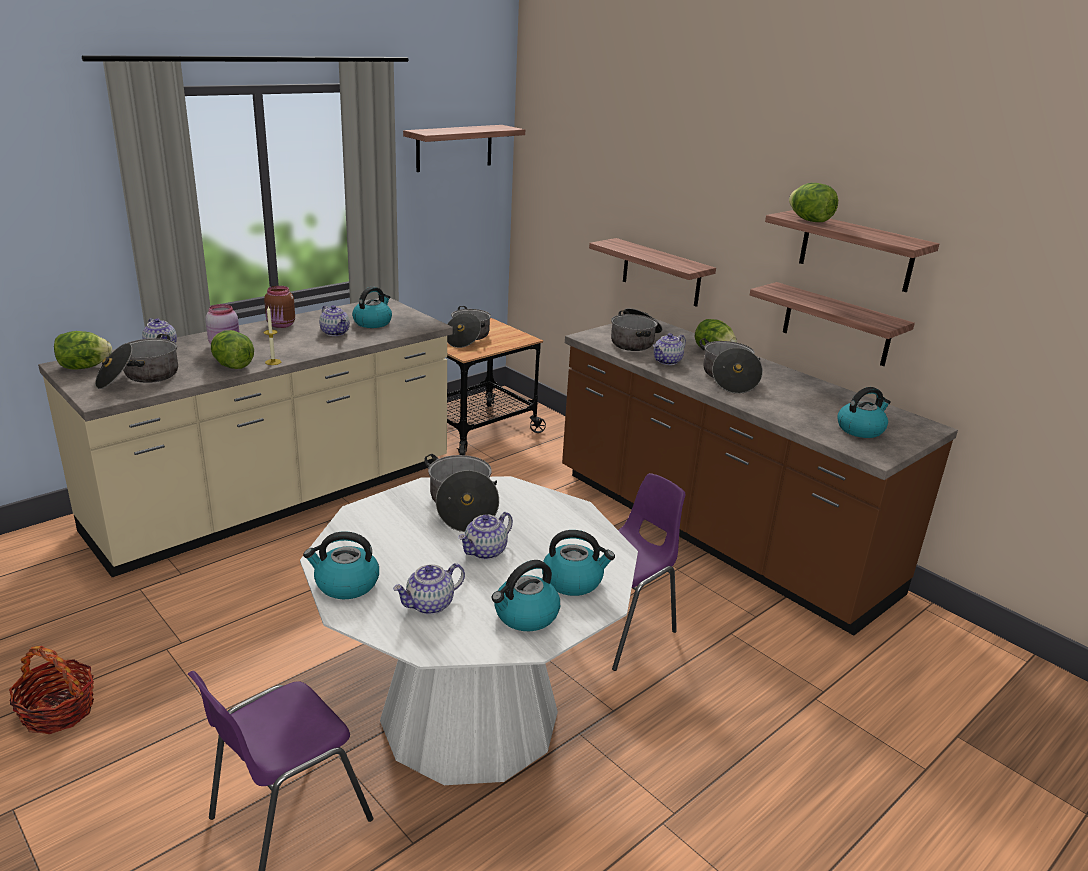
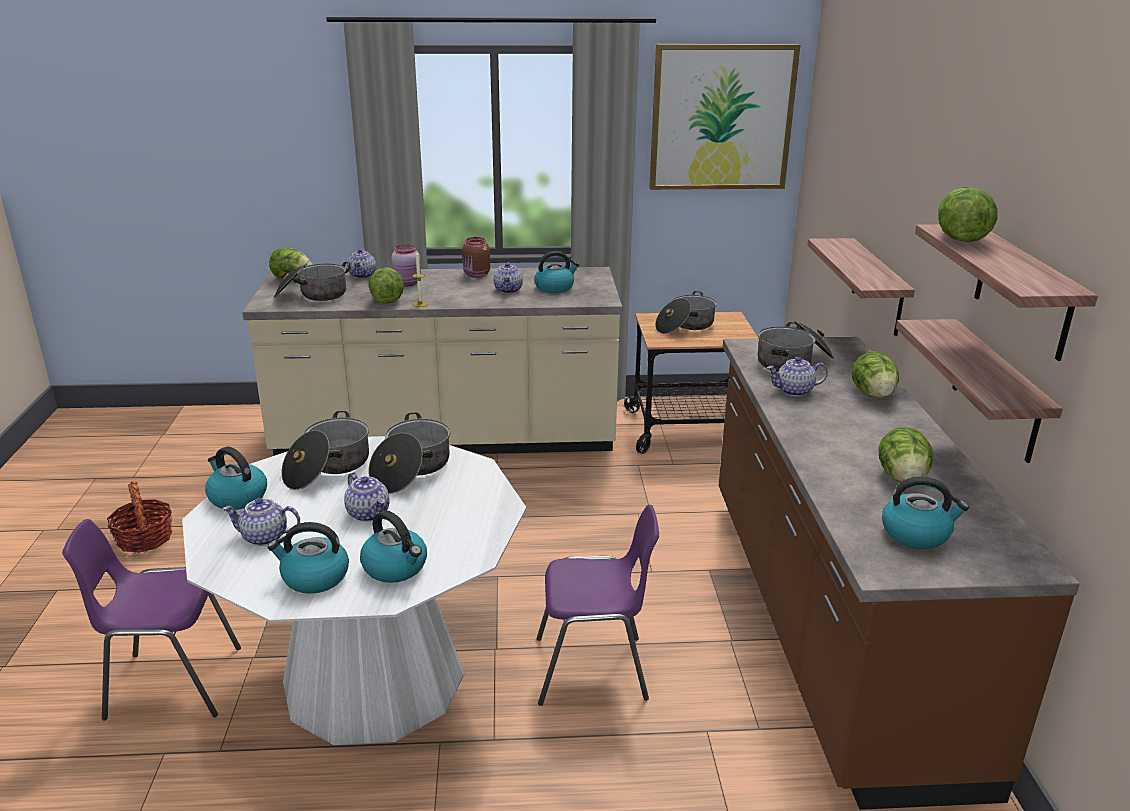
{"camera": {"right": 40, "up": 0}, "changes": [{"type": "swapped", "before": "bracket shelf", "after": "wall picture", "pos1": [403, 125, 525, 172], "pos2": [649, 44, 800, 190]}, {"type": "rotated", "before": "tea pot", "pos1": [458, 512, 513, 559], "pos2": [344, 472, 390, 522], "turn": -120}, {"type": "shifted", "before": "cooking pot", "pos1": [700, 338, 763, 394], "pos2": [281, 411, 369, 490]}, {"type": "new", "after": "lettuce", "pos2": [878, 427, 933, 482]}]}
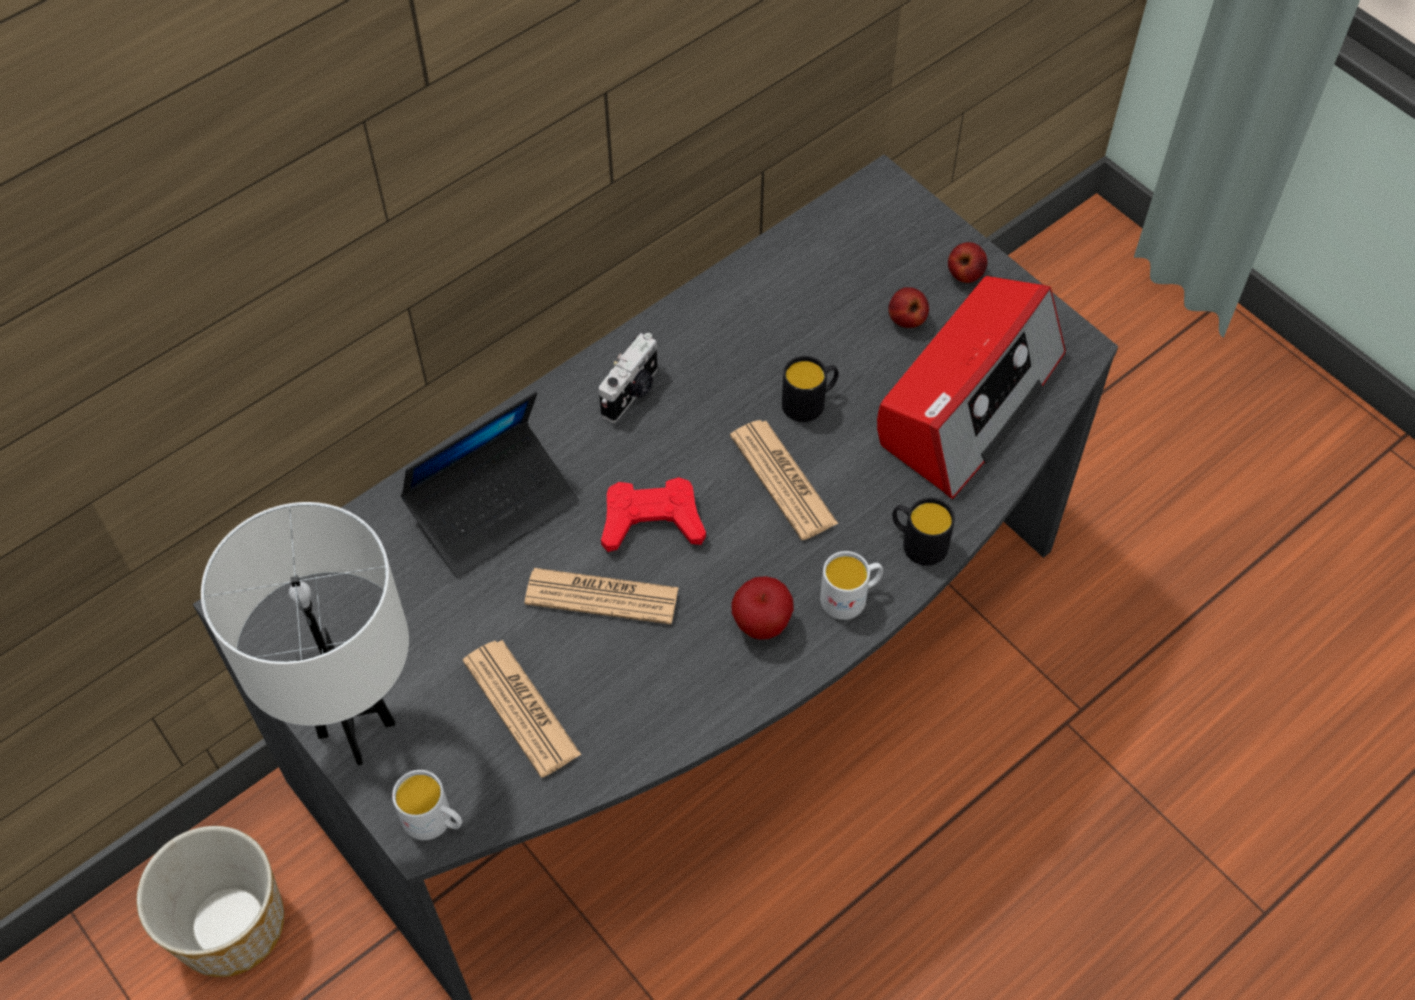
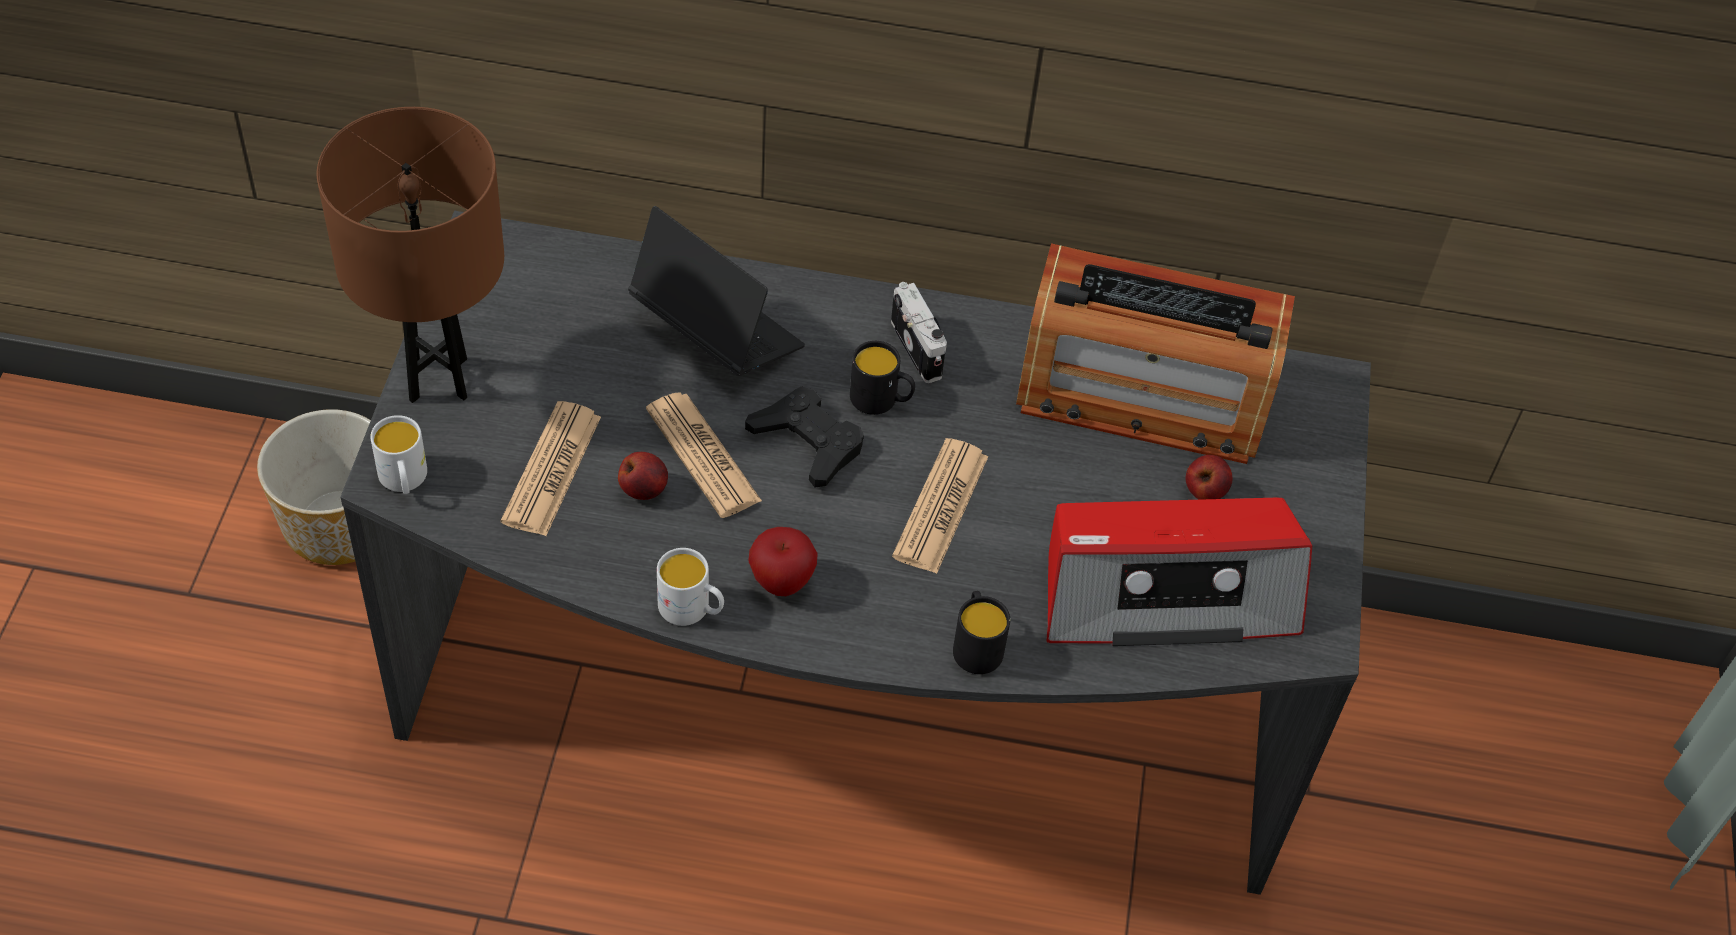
{"camera": {"right": 45, "up": -5}, "changes": [{"type": "repainted", "before": "table lamp (white)", "after": "table lamp (brown-coloured)", "pos1": [201, 502, 409, 765], "pos2": [317, 107, 504, 403]}, {"type": "rotated", "before": "laptop", "pos1": [401, 392, 579, 578], "pos2": [628, 206, 805, 376], "turn": -150}, {"type": "rotated", "before": "still camera", "pos1": [599, 333, 658, 423], "pos2": [891, 282, 947, 383], "turn": -105}, {"type": "repainted", "before": "game controller (red-coloured)", "after": "game controller (black)", "pos1": [601, 477, 706, 552], "pos2": [745, 386, 864, 488]}, {"type": "shifted", "before": "tea mug (black)", "pos1": [782, 356, 839, 422], "pos2": [850, 341, 915, 415]}, {"type": "shifted", "before": "tea mug (white)", "pos1": [820, 551, 883, 620], "pos2": [657, 548, 724, 626]}, {"type": "shifted", "before": "whole apple", "pos1": [948, 242, 988, 283], "pos2": [618, 452, 668, 500]}, {"type": "new", "after": "radio", "pos2": [1016, 243, 1295, 464]}]}
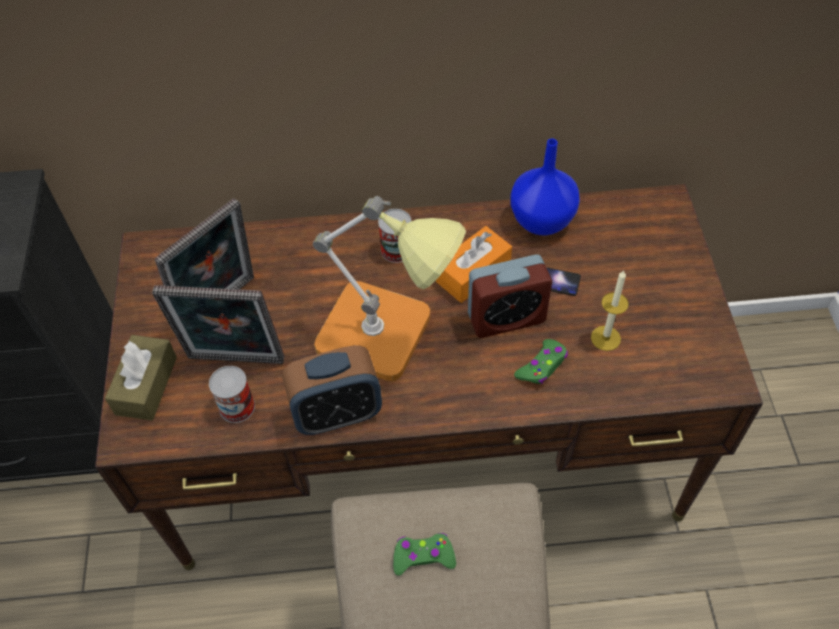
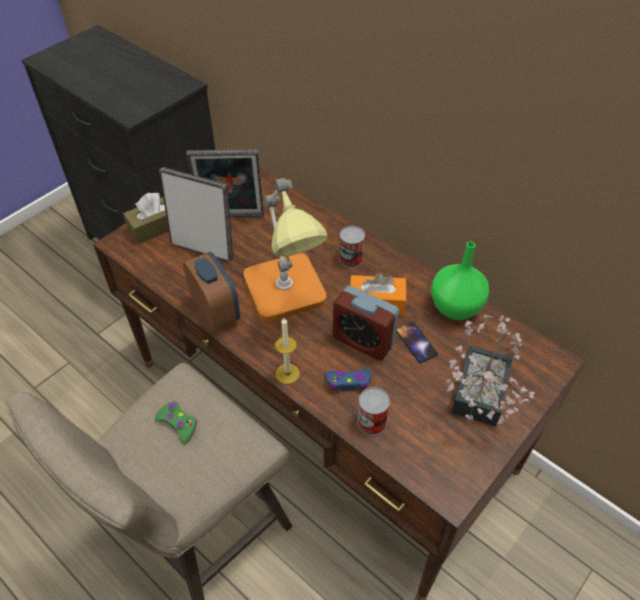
{"camera": {"right": 45, "up": -5}, "changes": [{"type": "rotated", "before": "picture frame", "pos1": [152, 285, 284, 364], "pos2": [159, 167, 233, 262], "turn": 150}, {"type": "shifted", "before": "sealed can", "pos1": [209, 366, 255, 423], "pos2": [357, 387, 390, 435]}, {"type": "rotated", "before": "table clock", "pos1": [282, 345, 382, 435], "pos2": [183, 252, 240, 331], "turn": -150}, {"type": "repainted", "before": "vase (blue-coloured)", "after": "vase (green)", "pos1": [510, 139, 580, 235], "pos2": [431, 242, 489, 320]}, {"type": "repainted", "before": "game controller (green)", "after": "game controller (blue-coloured)", "pos1": [514, 339, 568, 384], "pos2": [325, 369, 371, 391]}, {"type": "shifted", "before": "wax light", "pos1": [591, 270, 629, 351], "pos2": [275, 318, 300, 384]}, {"type": "new", "after": "plant in a pot", "pos2": [446, 315, 535, 426]}]}
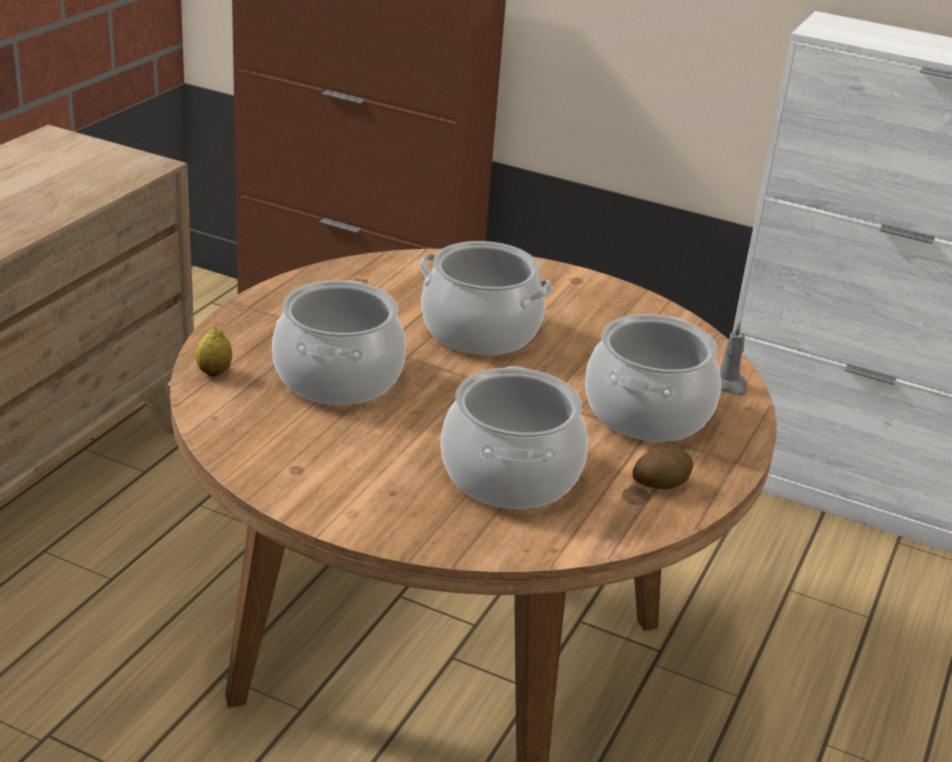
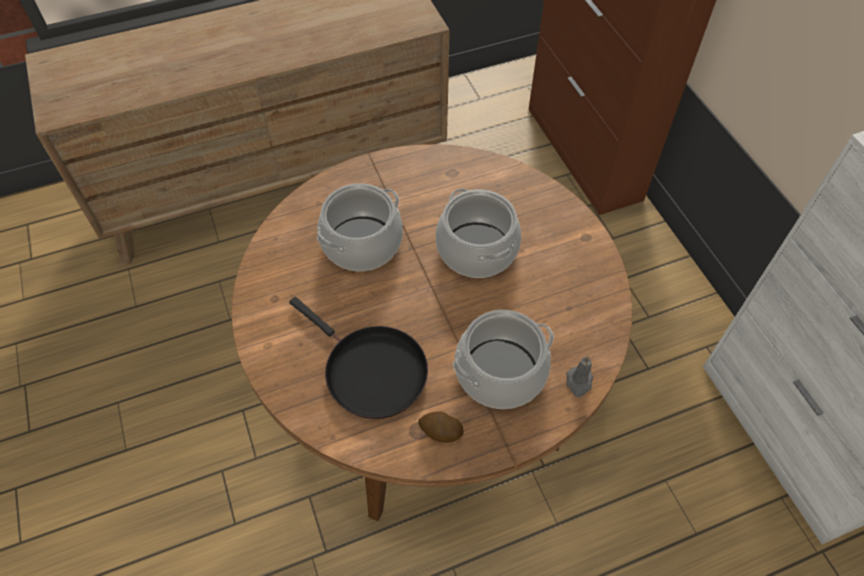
{"camera": {"right": 45, "up": 25}, "changes": [{"type": "gone", "before": "lemon", "pos1": [195, 327, 232, 377]}, {"type": "swapped", "before": "cooking pot", "after": "pan (black)", "pos1": [441, 366, 588, 509], "pos2": [289, 297, 428, 419]}]}
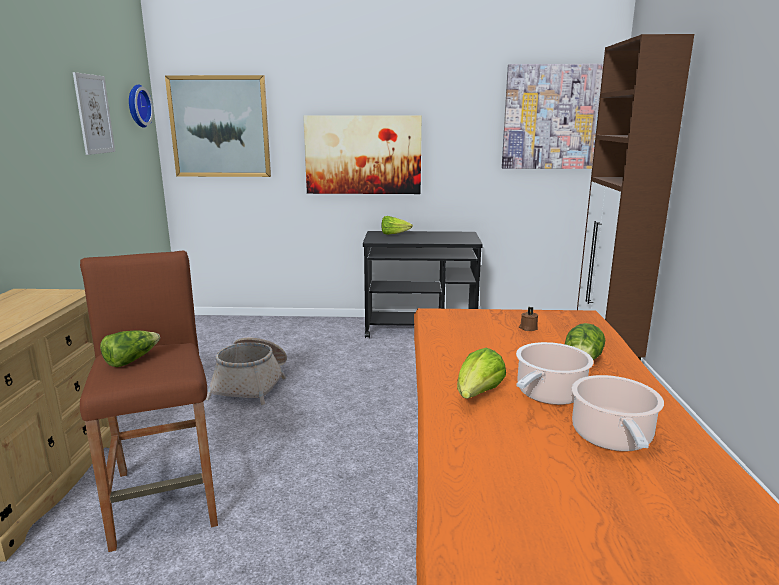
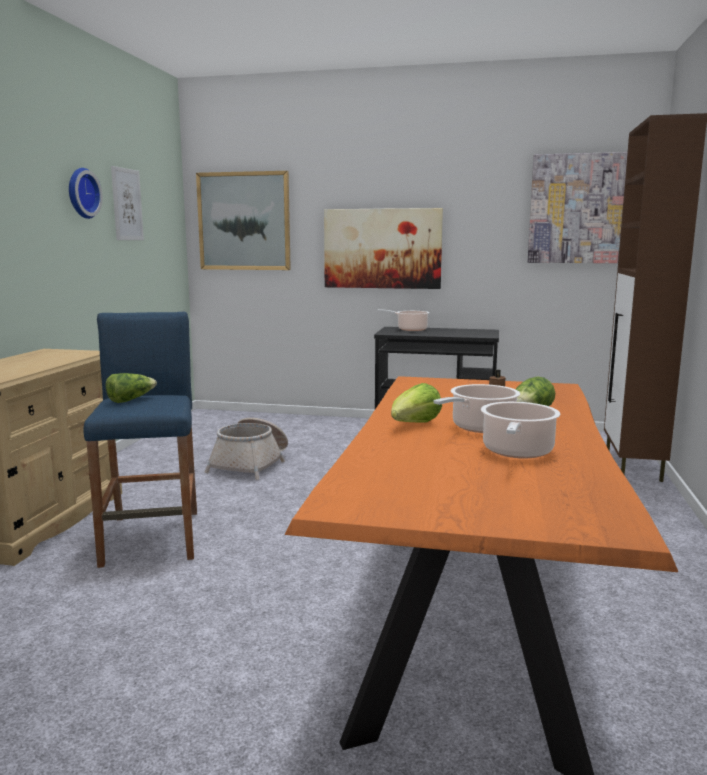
{"camera": {"right": 10, "up": -5}, "changes": [{"type": "repainted", "before": "stool (brown-coloured)", "after": "stool (blue-coloured)", "pos1": [80, 250, 218, 552], "pos2": [83, 312, 197, 568]}, {"type": "shifted", "before": "clock on the wall", "pos1": [129, 85, 153, 128], "pos2": [69, 168, 103, 219]}, {"type": "swapped", "before": "lettuce", "after": "cooking pot", "pos1": [382, 216, 413, 235], "pos2": [377, 309, 429, 331]}]}
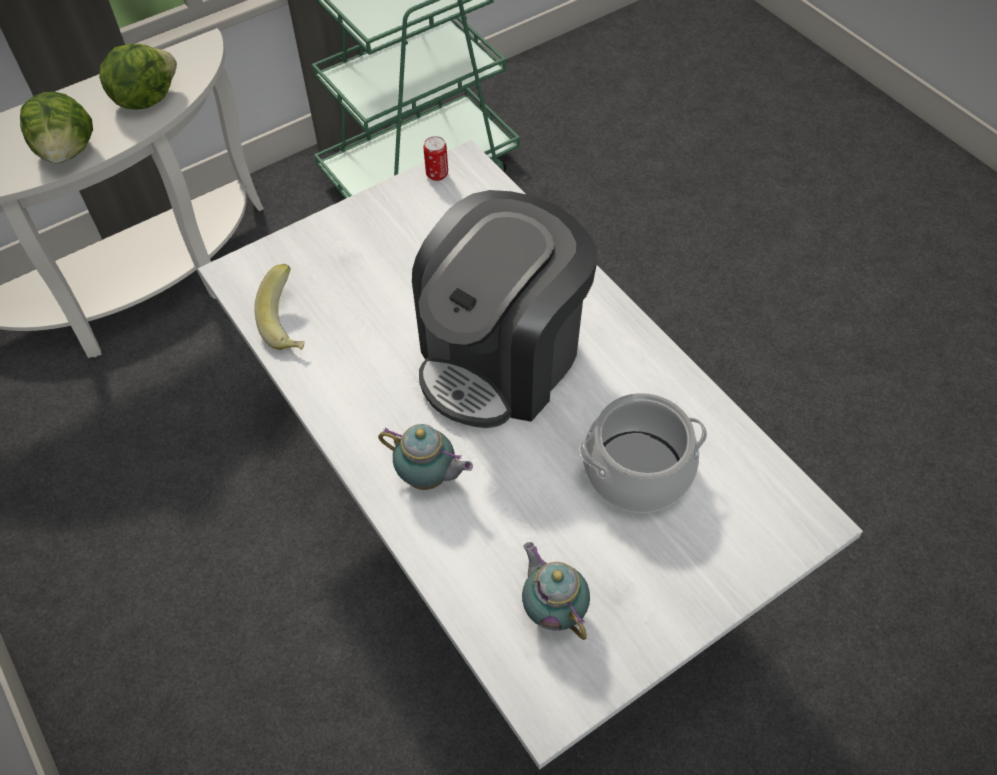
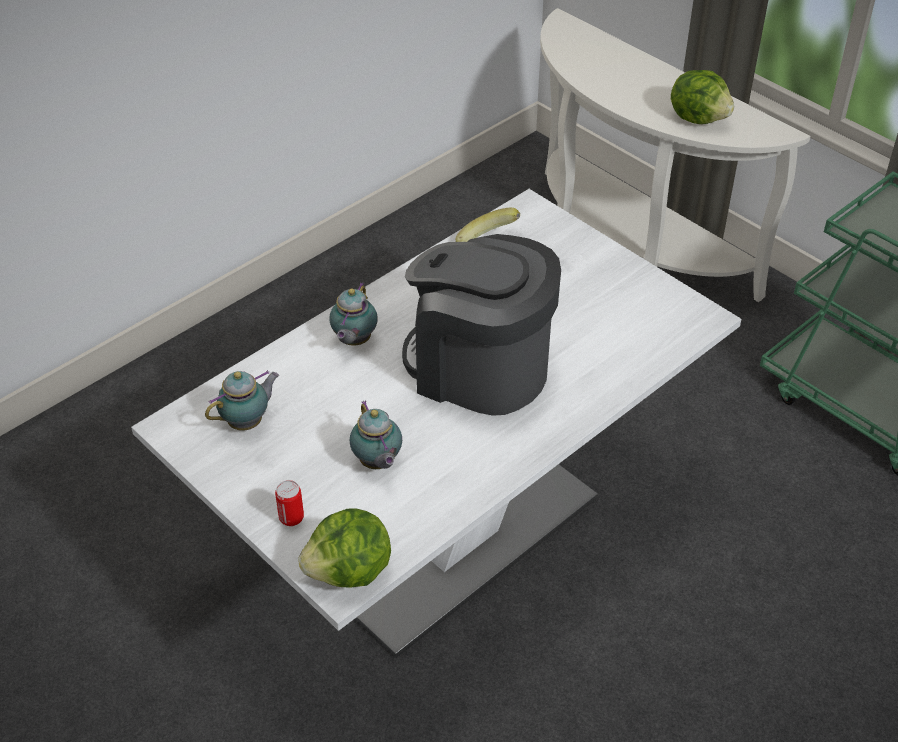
{"camera": {"right": 80, "up": -10}, "changes": [{"type": "shifted", "before": "lettuce", "pos1": [20, 92, 93, 163], "pos2": [298, 508, 391, 588]}, {"type": "shifted", "before": "sealed can", "pos1": [423, 136, 448, 181], "pos2": [275, 480, 304, 526]}, {"type": "swapped", "before": "cooking pot", "after": "tea pot", "pos1": [579, 393, 707, 513], "pos2": [350, 400, 402, 469]}]}
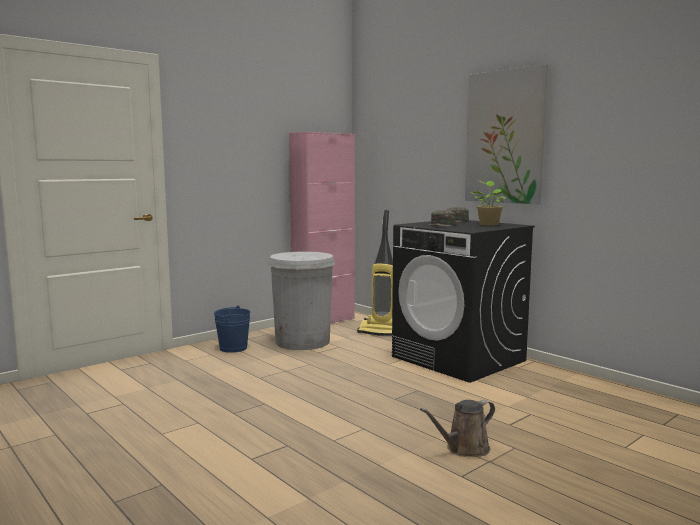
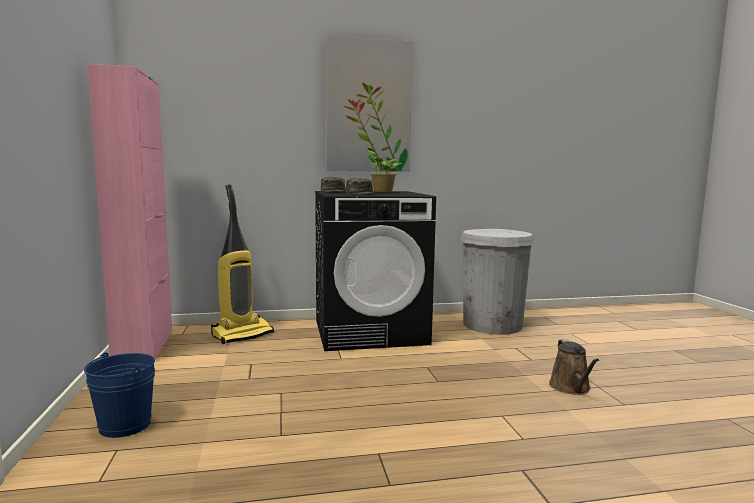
{"camera": {"right": -60, "up": 0}, "changes": [{"type": "shifted", "before": "waste bin (white)", "pos1": [268, 251, 335, 350], "pos2": [460, 229, 535, 335]}]}
